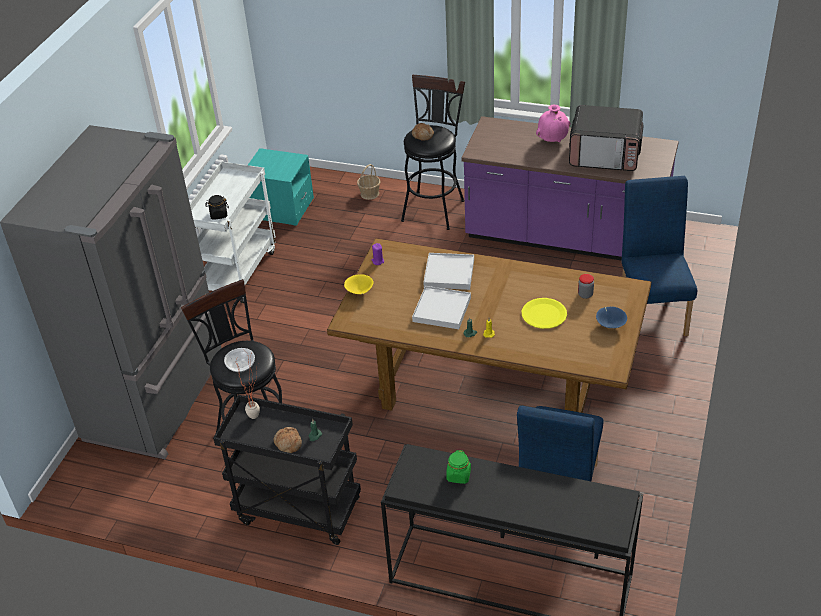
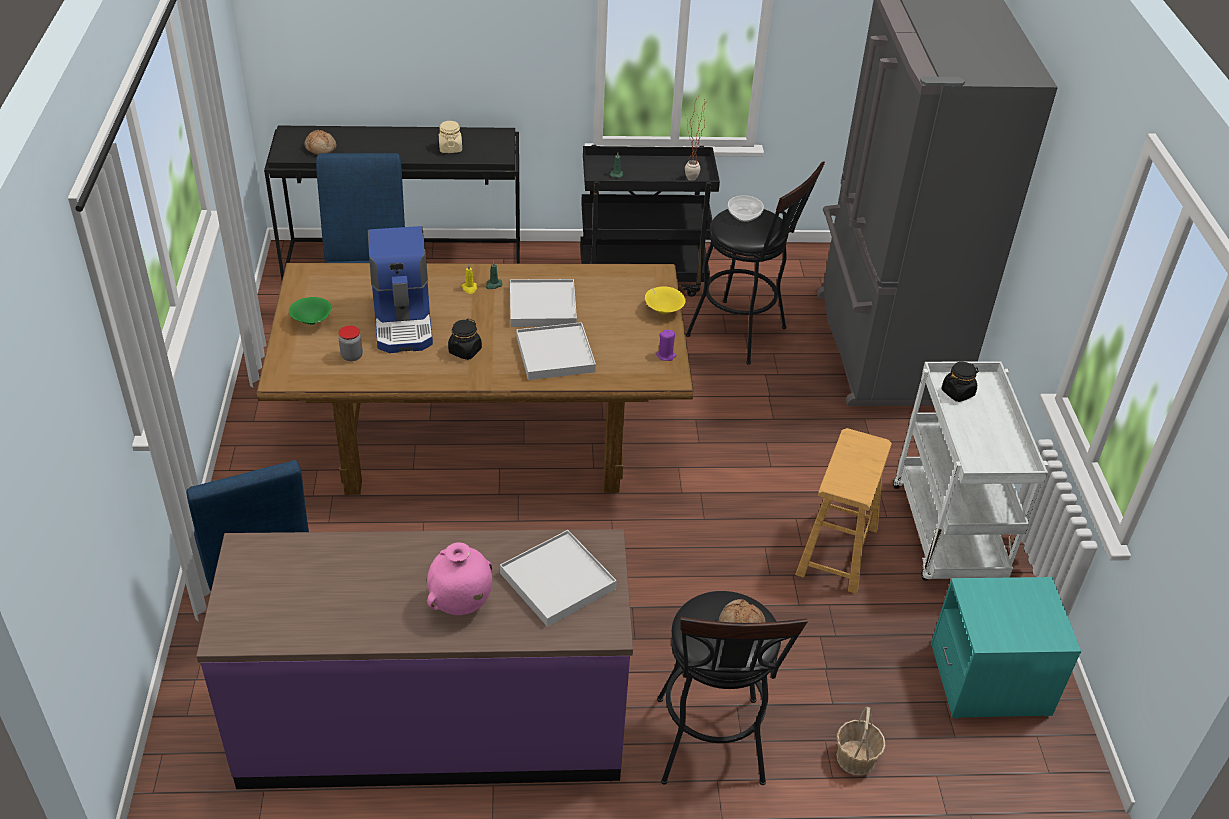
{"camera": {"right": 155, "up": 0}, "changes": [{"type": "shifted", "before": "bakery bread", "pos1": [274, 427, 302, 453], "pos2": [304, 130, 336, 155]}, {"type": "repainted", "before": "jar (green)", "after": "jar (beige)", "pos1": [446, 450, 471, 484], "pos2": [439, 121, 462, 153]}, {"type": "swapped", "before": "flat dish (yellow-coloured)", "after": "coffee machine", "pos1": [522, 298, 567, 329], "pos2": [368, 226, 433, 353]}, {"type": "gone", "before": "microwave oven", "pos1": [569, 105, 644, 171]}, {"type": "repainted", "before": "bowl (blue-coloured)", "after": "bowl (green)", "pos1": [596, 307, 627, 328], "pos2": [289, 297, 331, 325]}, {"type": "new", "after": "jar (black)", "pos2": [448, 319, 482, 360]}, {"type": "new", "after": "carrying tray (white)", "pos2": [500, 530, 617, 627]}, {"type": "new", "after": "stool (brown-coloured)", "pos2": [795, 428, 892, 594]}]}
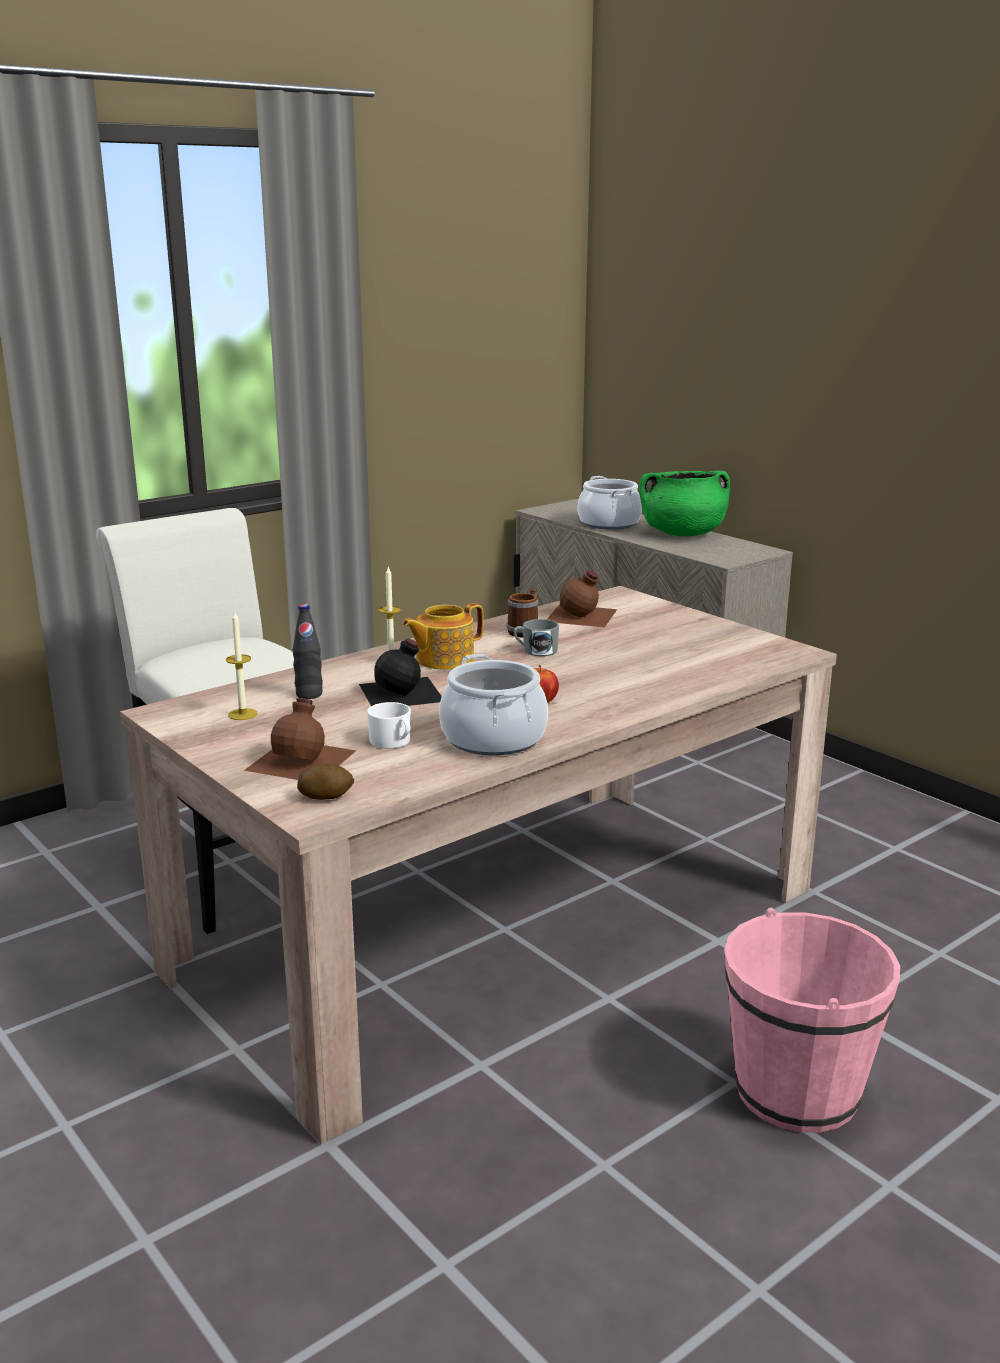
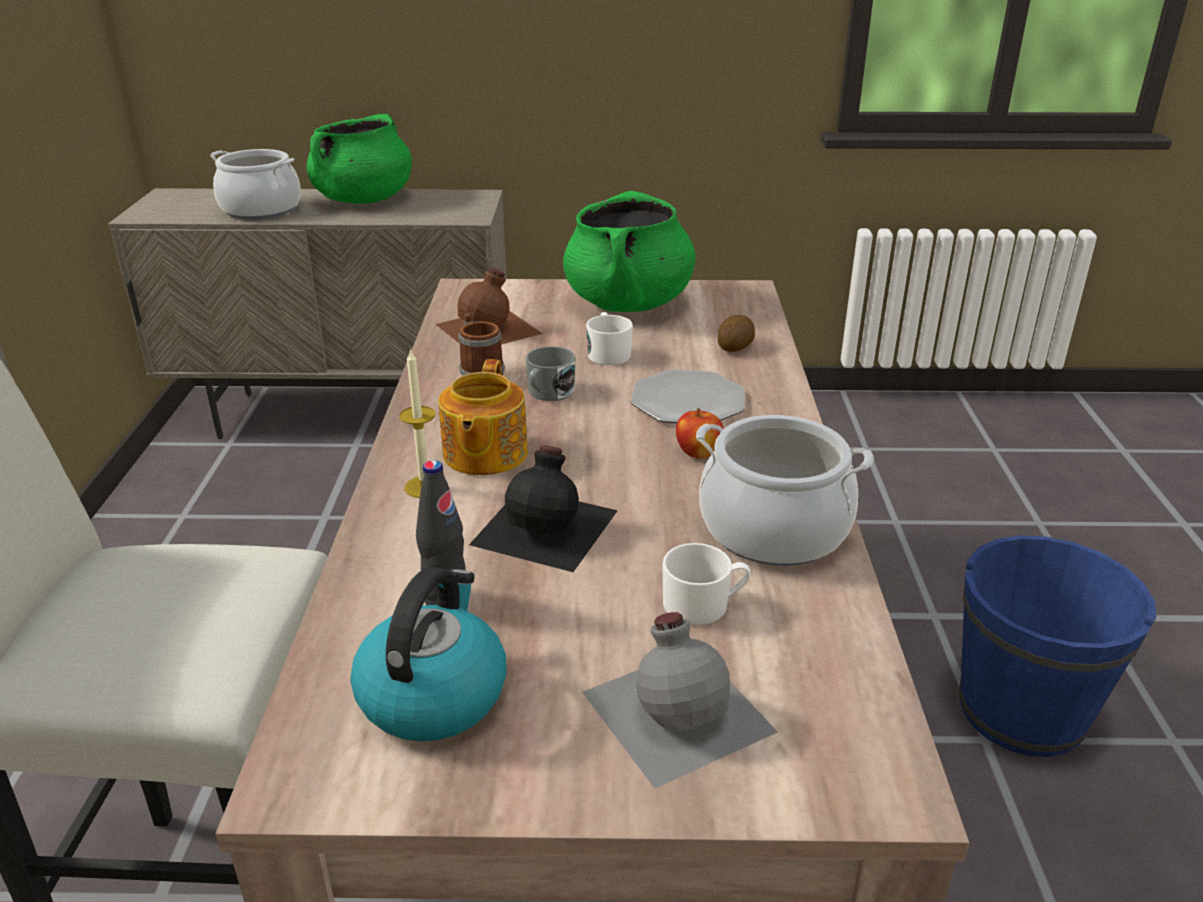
{"camera": {"right": -50, "up": 10}, "changes": [{"type": "swapped", "before": "wax light", "after": "kettle", "pos1": [226, 610, 258, 720], "pos2": [350, 567, 507, 741]}, {"type": "repainted", "before": "bottle (brown-coloured)", "after": "bottle (grey)", "pos1": [244, 698, 356, 780], "pos2": [582, 612, 778, 788]}, {"type": "shifted", "before": "spud", "pos1": [297, 763, 354, 800], "pos2": [718, 315, 755, 352]}, {"type": "repainted", "before": "bucket (pink-coloured)", "after": "bucket (blue-coloured)", "pos1": [724, 908, 900, 1132], "pos2": [959, 535, 1156, 757]}, {"type": "new", "after": "cooking pot (green)", "pos2": [563, 191, 696, 312]}, {"type": "new", "after": "tea mug (white)", "pos2": [586, 312, 633, 365]}, {"type": "new", "after": "flat dish", "pos2": [631, 369, 745, 423]}]}
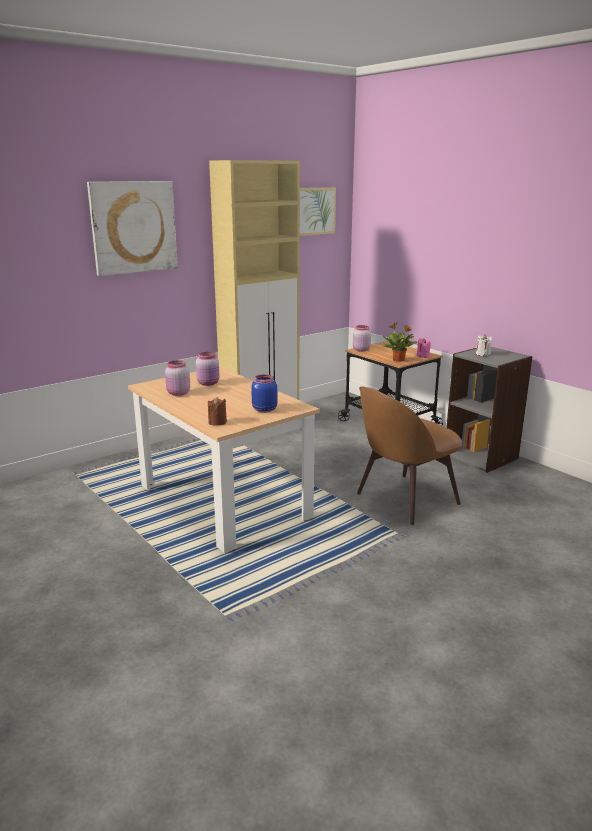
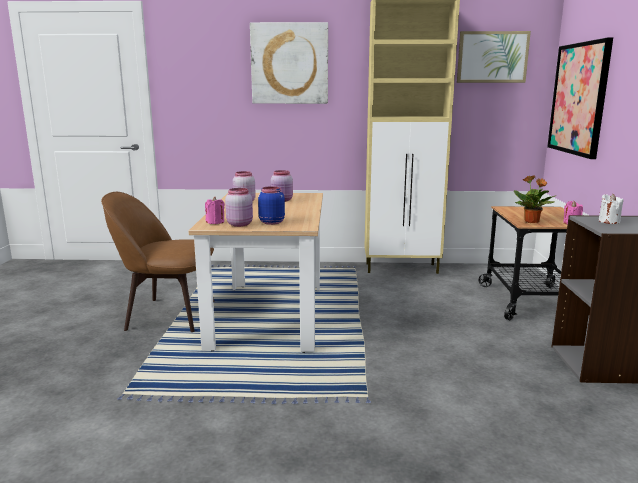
{"camera": {"right": 40, "up": -5}, "changes": [{"type": "repainted", "before": "wax light (brown-coloured)", "after": "wax light (pink-coloured)", "pos1": [208, 397, 227, 426], "pos2": [205, 197, 225, 224]}, {"type": "shifted", "before": "jar (pink-coloured)", "pos1": [353, 325, 371, 352], "pos2": [225, 188, 253, 227]}, {"type": "shifted", "before": "upright chair (brown-coloured)", "pos1": [357, 386, 463, 525], "pos2": [101, 192, 214, 332]}, {"type": "new", "after": "wall picture", "pos2": [547, 37, 613, 159]}]}
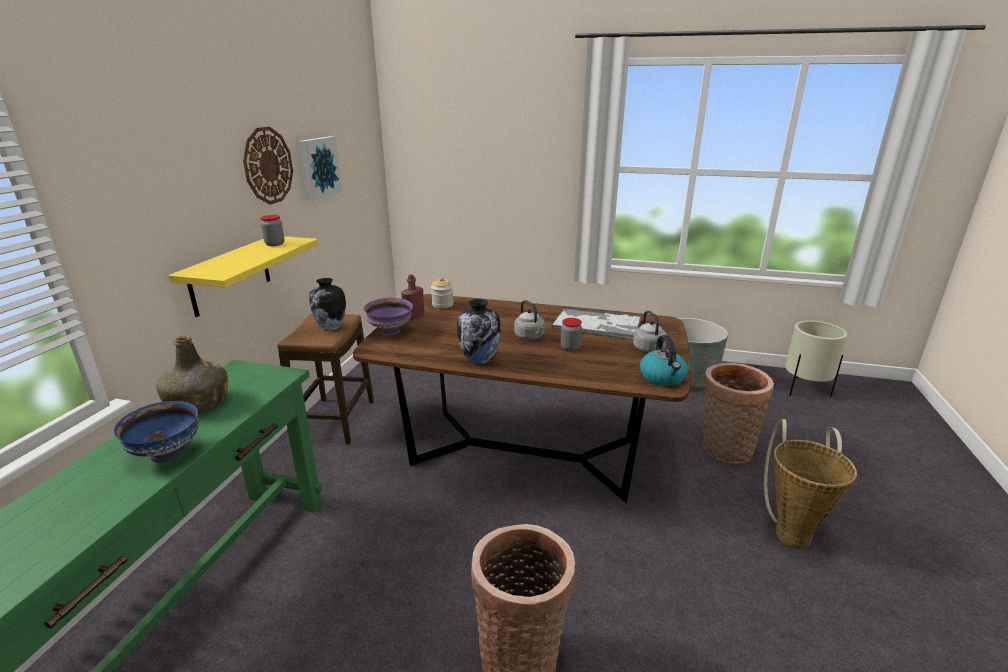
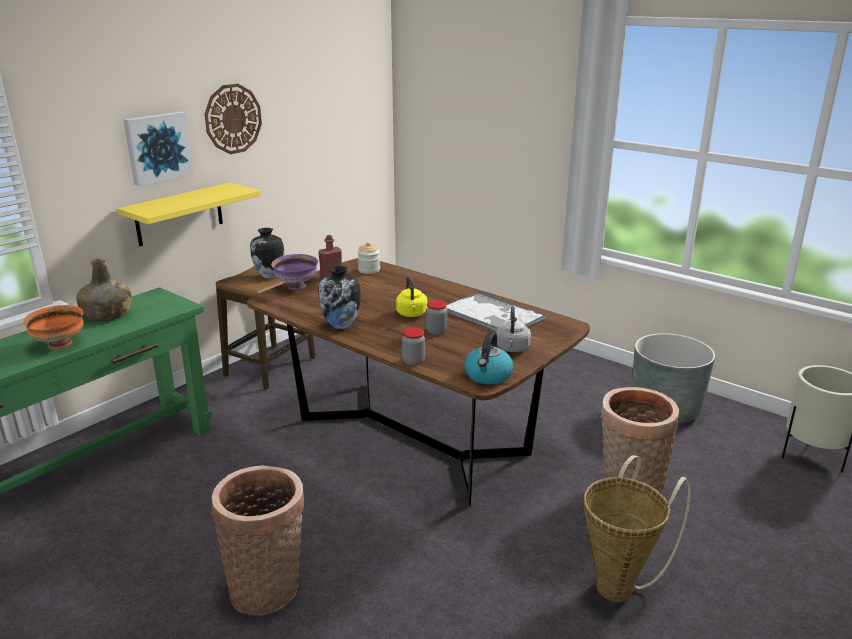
{"camera": {"right": 25, "up": 0}, "changes": [{"type": "repainted", "before": "bowl (blue-coloured)", "after": "bowl (orange)", "pos1": [114, 401, 198, 463], "pos2": [23, 305, 84, 349]}, {"type": "shifted", "before": "jar", "pos1": [260, 215, 284, 246], "pos2": [402, 327, 425, 365]}, {"type": "shifted", "before": "wall picture", "pos1": [298, 136, 342, 201], "pos2": [124, 112, 194, 186]}, {"type": "repainted", "before": "kettle (grey)", "after": "kettle (yellow-coloured)", "pos1": [514, 300, 545, 340], "pos2": [396, 276, 427, 317]}]}
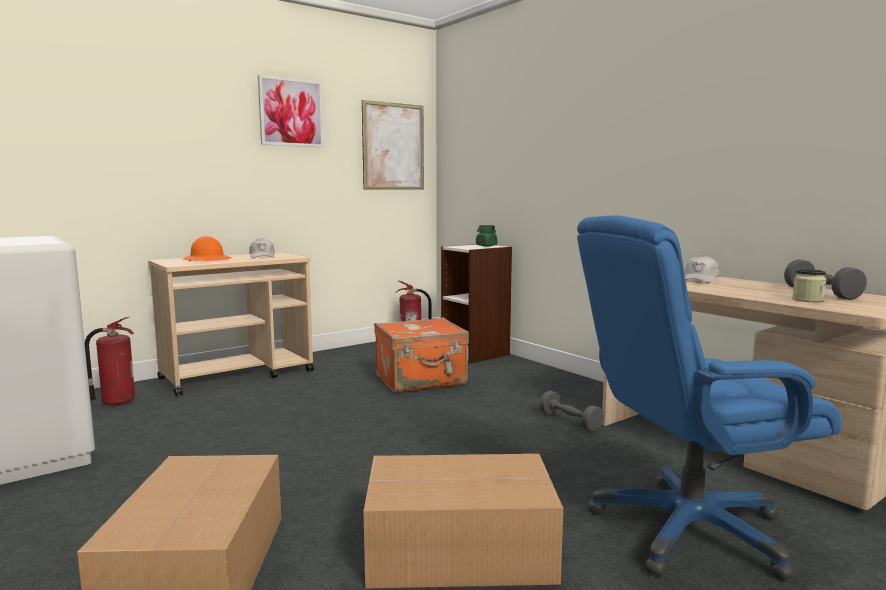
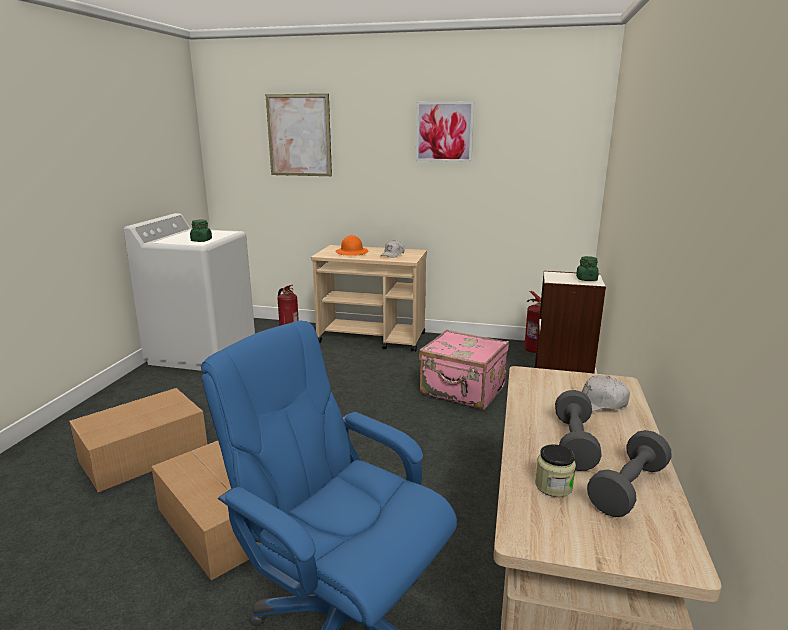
{"camera": {"right": 50, "up": 10}, "changes": [{"type": "shifted", "before": "wall picture", "pos1": [362, 100, 424, 190], "pos2": [266, 94, 332, 176]}, {"type": "repainted", "before": "suitcase (orange)", "after": "suitcase (pink-coloured)", "pos1": [374, 317, 469, 393], "pos2": [419, 330, 509, 410]}, {"type": "shifted", "before": "free weight (grey)", "pos1": [539, 391, 603, 432], "pos2": [555, 390, 602, 471]}, {"type": "new", "after": "jar (green)", "pos2": [190, 220, 212, 242]}]}
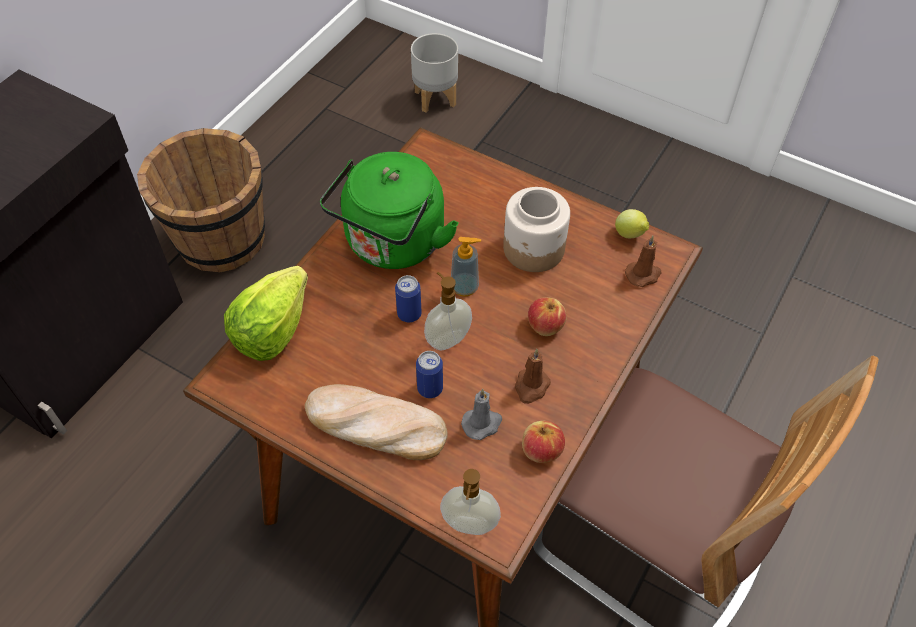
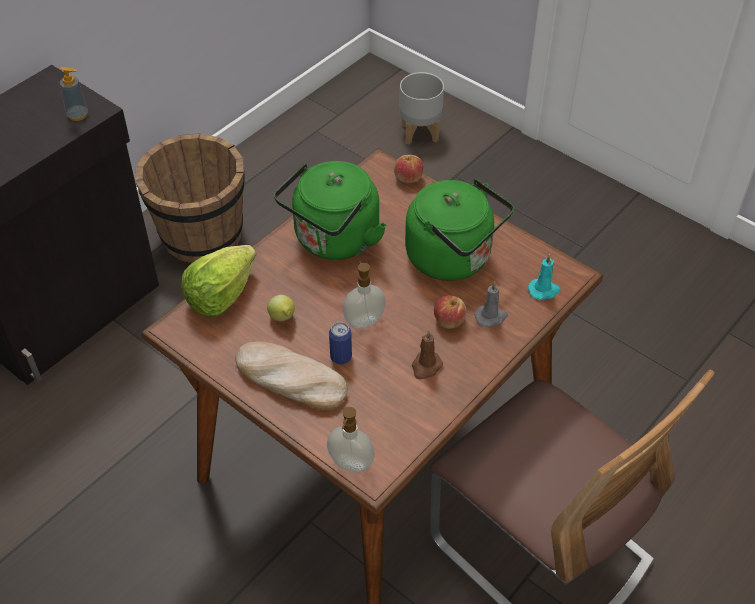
{"camera": {"right": 10, "up": -5}, "changes": [{"type": "gone", "before": "sealed can", "pos1": [395, 275, 421, 323]}, {"type": "shifted", "before": "soap bottle", "pos1": [451, 237, 481, 297], "pos2": [60, 67, 88, 121]}, {"type": "shifted", "before": "wax light (grey)", "pos1": [461, 389, 502, 440], "pos2": [475, 281, 508, 328]}, {"type": "swapped", "before": "jar", "after": "kettle (green)", "pos1": [503, 187, 570, 272], "pos2": [405, 179, 514, 281]}, {"type": "shifted", "before": "whole apple", "pos1": [522, 421, 565, 463], "pos2": [394, 155, 424, 183]}, {"type": "shifted", "before": "lemon", "pos1": [615, 209, 649, 239], "pos2": [267, 295, 295, 321]}, {"type": "repainted", "before": "wax light (brown-coloured)", "after": "wax light (blue-green)", "pos1": [625, 236, 662, 287], "pos2": [528, 254, 561, 300]}]}
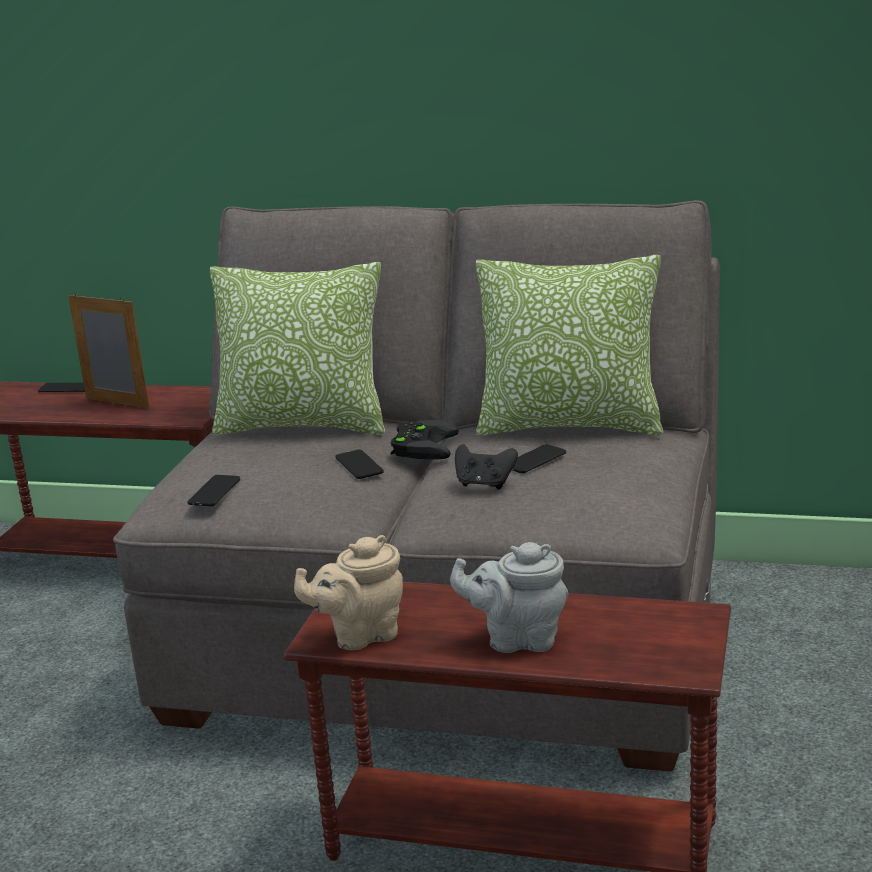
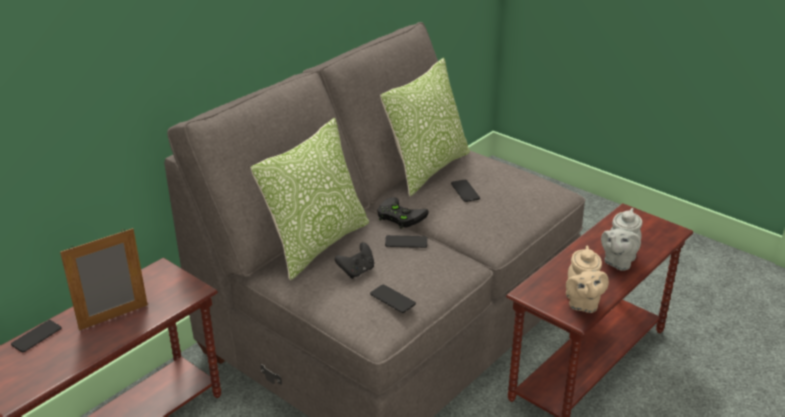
{"camera": {"right": -65, "up": 10}, "changes": [{"type": "shifted", "before": "game controller (black)", "pos1": [455, 444, 518, 490], "pos2": [335, 242, 374, 279]}]}
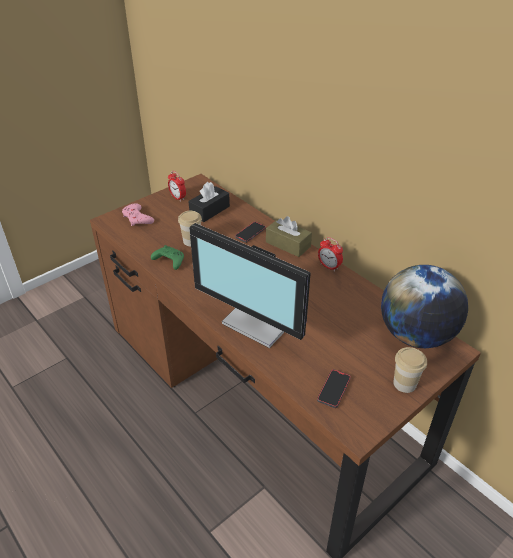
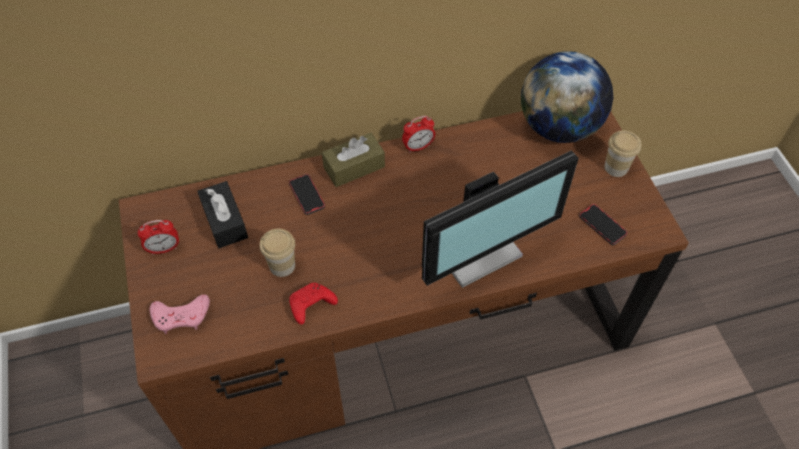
{"camera": {"right": -65, "up": 15}, "changes": [{"type": "repainted", "before": "game controller (green)", "after": "game controller (red-coloured)", "pos1": [151, 245, 184, 270], "pos2": [289, 283, 338, 325]}]}
